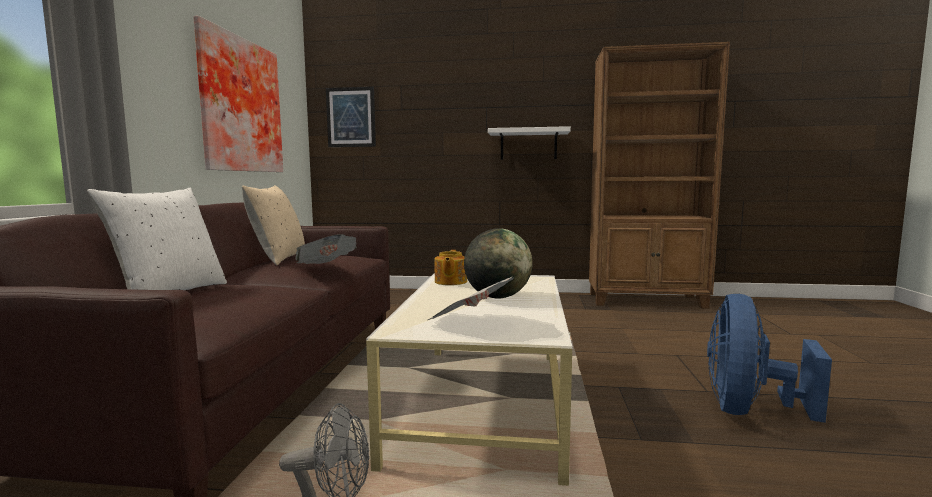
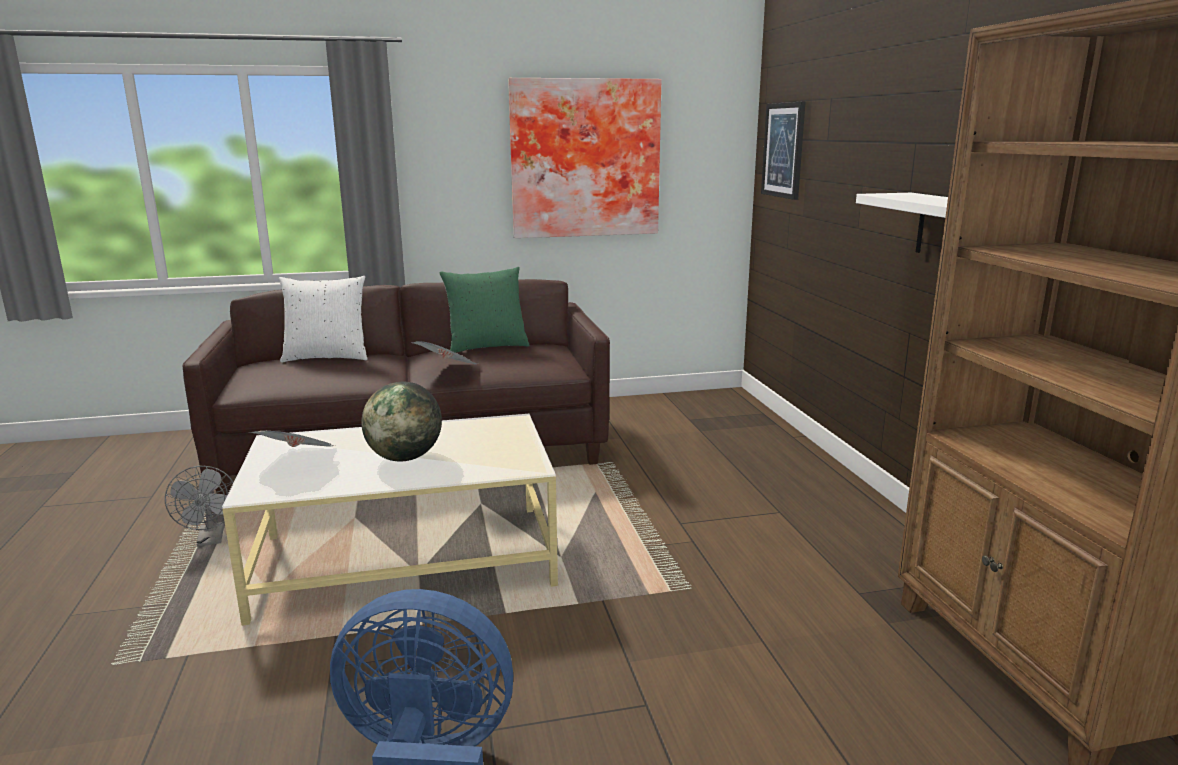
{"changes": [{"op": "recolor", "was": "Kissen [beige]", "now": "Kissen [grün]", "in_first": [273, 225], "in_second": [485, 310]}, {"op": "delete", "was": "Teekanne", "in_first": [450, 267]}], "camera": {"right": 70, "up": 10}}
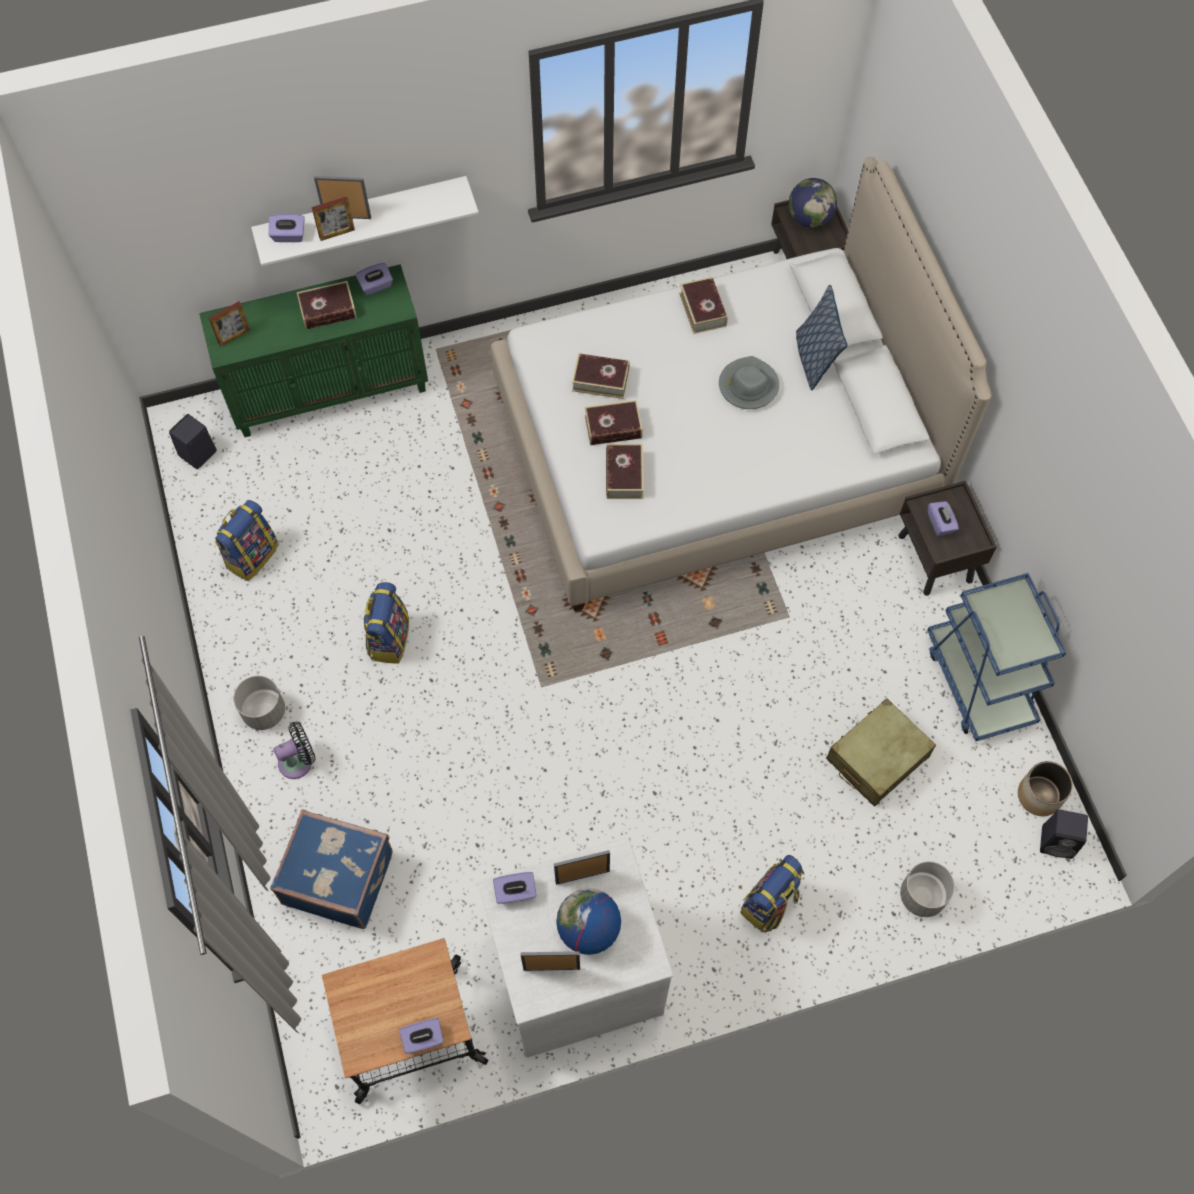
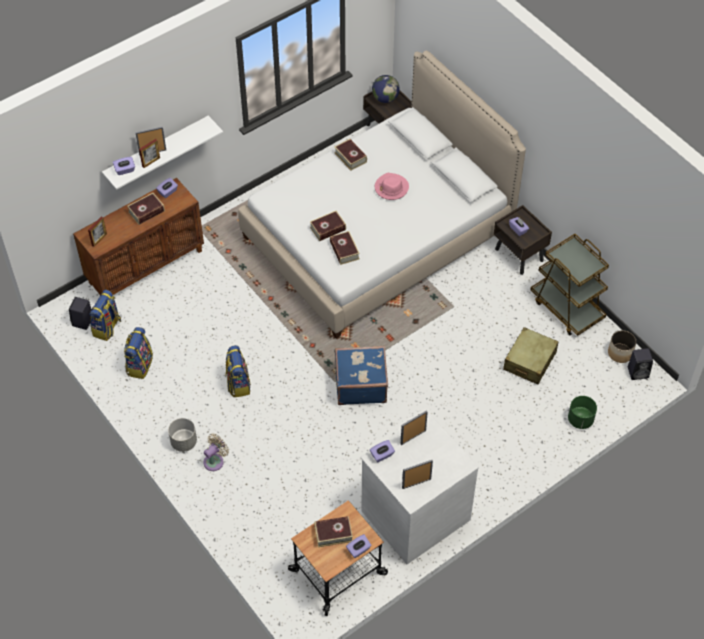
{"changes": [{"op": "recolor", "was": "Schrank [grün]", "now": "Schrank [braun]", "in_first": [313, 350], "in_second": [138, 236]}, {"op": "delete", "was": "Kissen", "in_first": [821, 337]}, {"op": "move", "was": "Buch", "in_first": [600, 376], "in_second": [333, 531]}, {"op": "recolor", "was": "Hut [grau]", "now": "Hut [rosa]", "in_first": [749, 382], "in_second": [392, 186]}, {"op": "recolor", "was": "Rollwagen [blau]", "now": "Rollwagen [braun]", "in_first": [996, 657], "in_second": [569, 285]}, {"op": "recolor", "was": "Ventilator [schwarz]", "now": "Ventilator [beige]", "in_first": [294, 750], "in_second": [216, 452]}, {"op": "move", "was": "Koffer [blau]", "in_first": [331, 869], "in_second": [361, 375]}, {"op": "move", "was": "Rucksack", "in_first": [772, 893], "in_second": [105, 315]}, {"op": "recolor", "was": "Pflanzkübel [grau]", "now": "Pflanzkübel [grün]", "in_first": [927, 889], "in_second": [582, 412]}, {"op": "delete", "was": "Globus", "in_first": [588, 921]}], "camera": {"right": -20, "up": -10}}
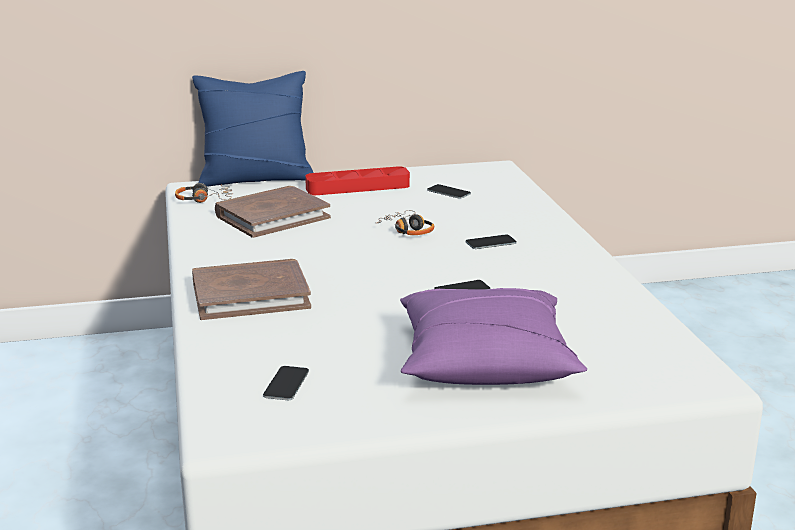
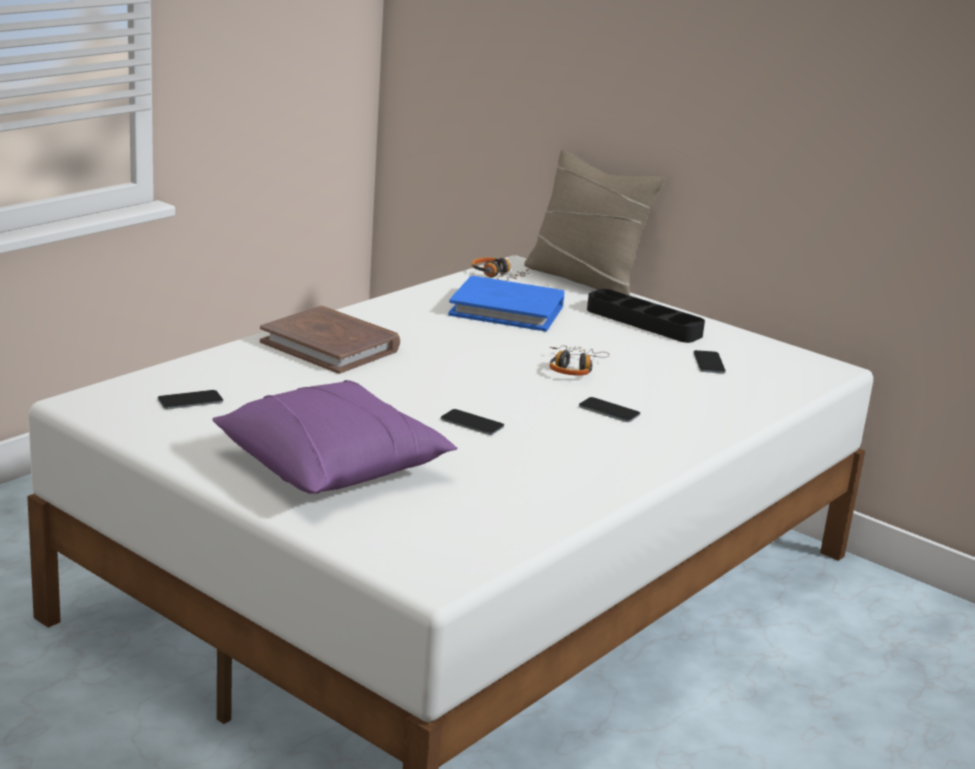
{"changes": [{"op": "recolor", "was": "Kissen [blau]", "now": "Kissen [beige]", "in_first": [252, 129], "in_second": [594, 223]}, {"op": "recolor", "was": "Tablett [rot]", "now": "Tablett [schwarz]", "in_first": [357, 181], "in_second": [646, 316]}, {"op": "recolor", "was": "Buch [braun]", "now": "Buch [blau]", "in_first": [273, 212], "in_second": [506, 303]}], "camera": {"right": 50, "up": 0}}
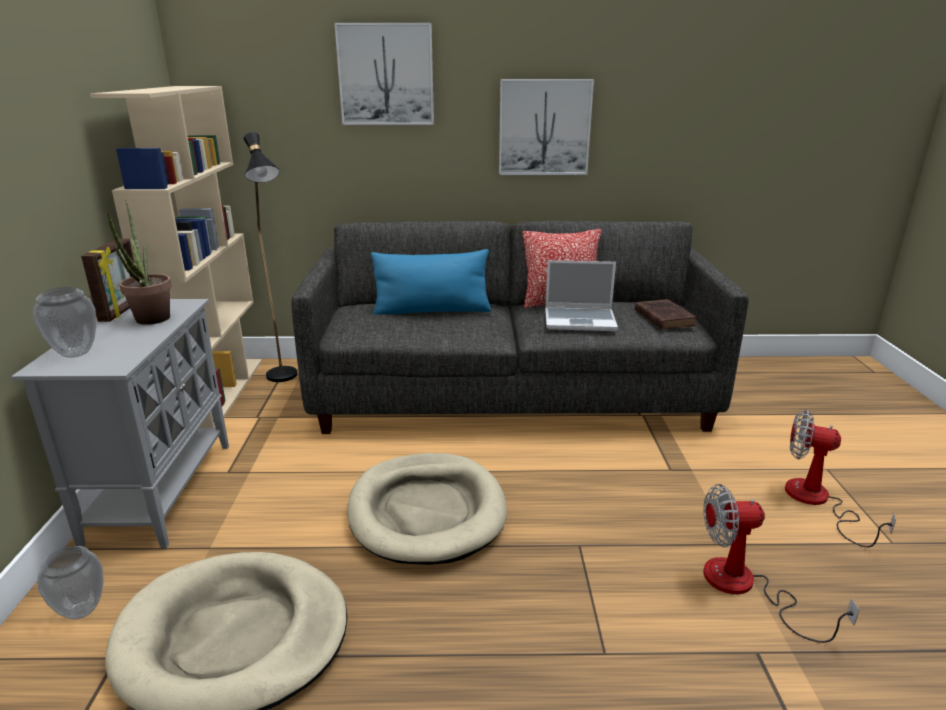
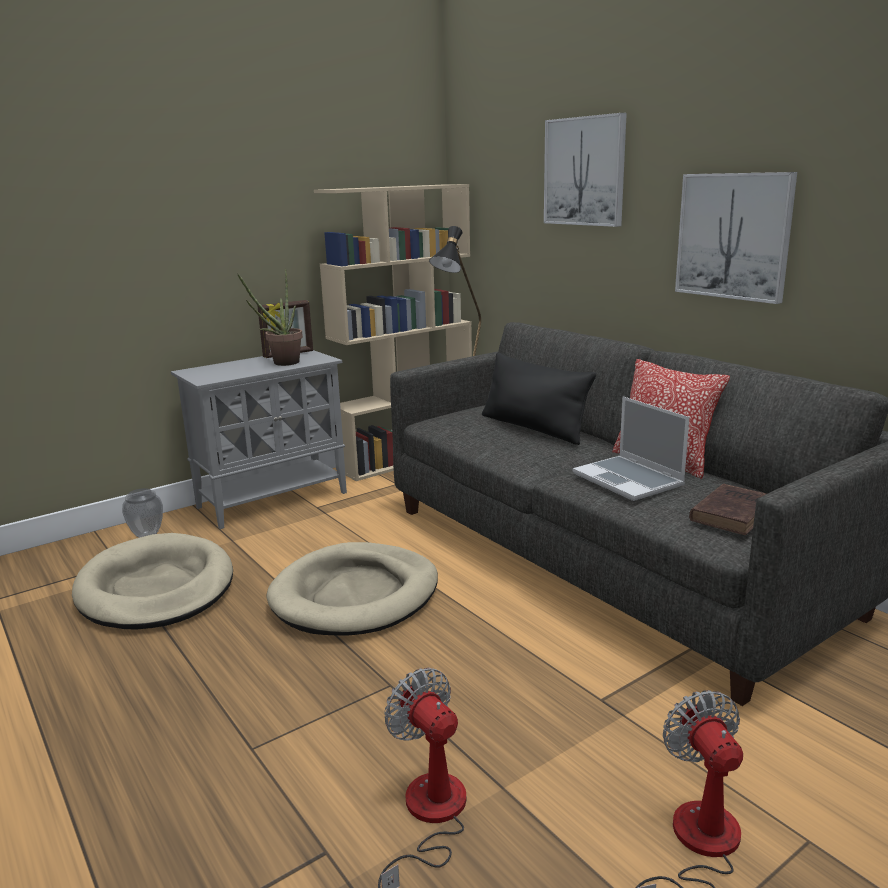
{"changes": [{"op": "recolor", "was": "Kissen [blau]", "now": "Kissen [schwarz]", "in_first": [431, 282], "in_second": [539, 398]}, {"op": "delete", "was": "Vase", "in_first": [65, 322]}], "camera": {"right": 55, "up": -5}}
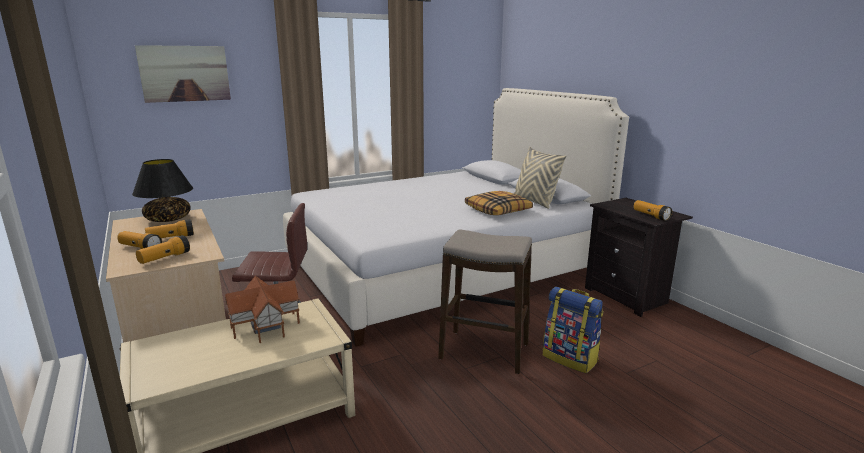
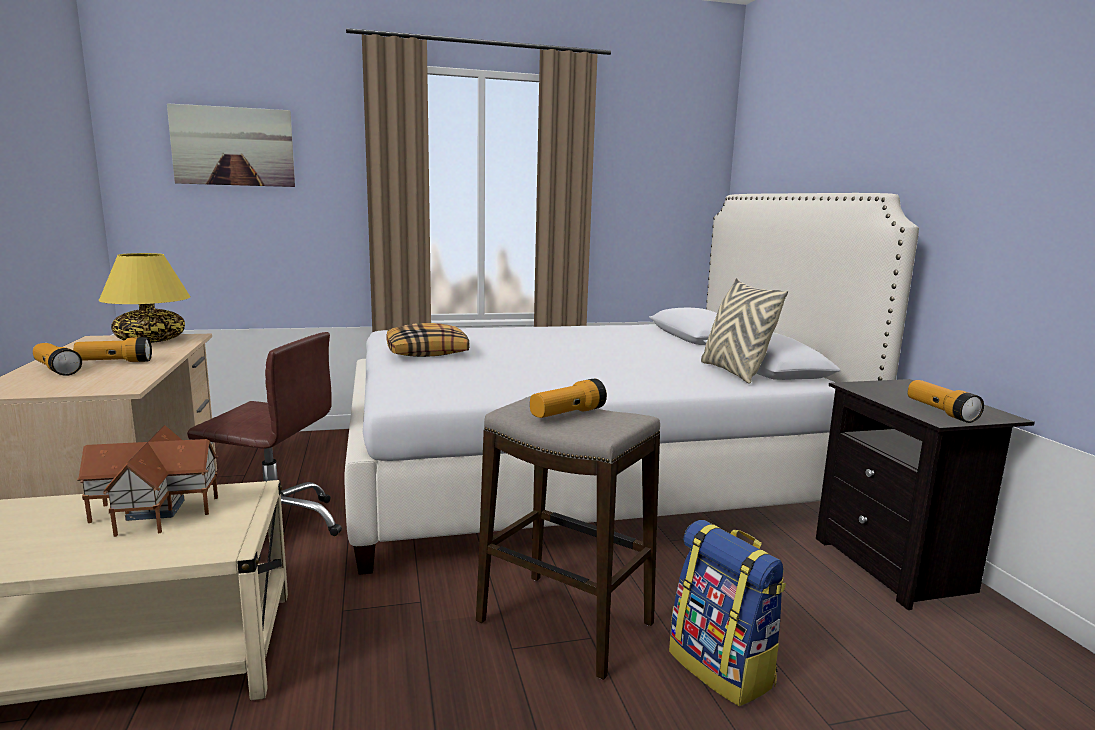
{"changes": [{"op": "recolor", "was": "Tischlampe [schwarz]", "now": "Tischlampe [gelb]", "in_first": [162, 190], "in_second": [145, 298]}, {"op": "move", "was": "Kissen", "in_first": [499, 203], "in_second": [428, 340]}, {"op": "move", "was": "Taschenlampe", "in_first": [163, 249], "in_second": [568, 398]}], "camera": {"right": 15, "up": -5}}
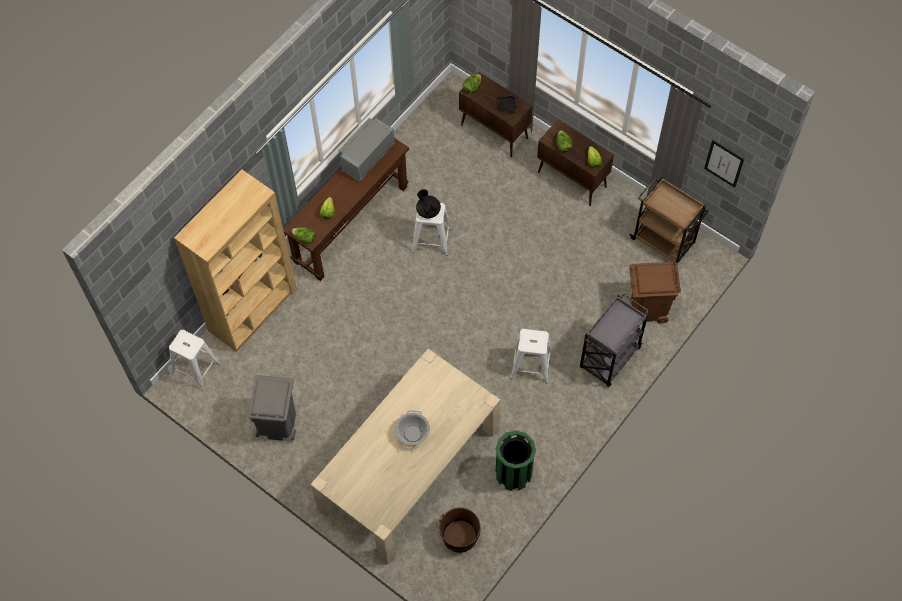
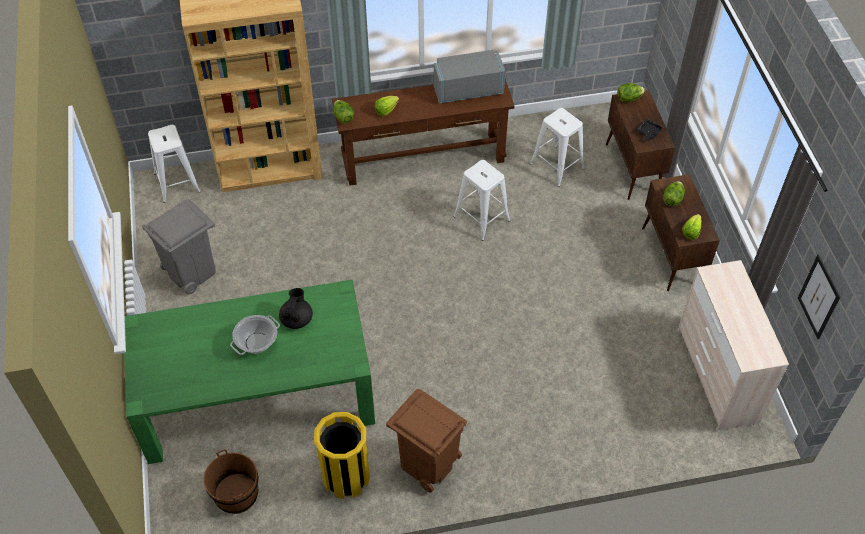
{"changes": [{"op": "replace", "was": "Rollwagen [braun]", "now": "Kommode [beige]", "in_first": [669, 220], "in_second": [733, 345]}, {"op": "move", "was": "Teekanne [schwarz]", "in_first": [428, 204], "in_second": [296, 308]}, {"op": "move", "was": "Mülleimer [braun]", "in_first": [655, 292], "in_second": [426, 441]}, {"op": "delete", "was": "Rollwagen [grau]", "in_first": [614, 340]}, {"op": "move", "was": "Hocker [weiß]", "in_first": [531, 356], "in_second": [557, 147]}, {"op": "recolor", "was": "Esstisch [beige]", "now": "Esstisch [grün]", "in_first": [405, 456], "in_second": [249, 372]}, {"op": "recolor", "was": "Mülleimer [grün]", "now": "Mülleimer [gelb]", "in_first": [515, 460], "in_second": [342, 455]}], "camera": {"right": 40, "up": -10}}
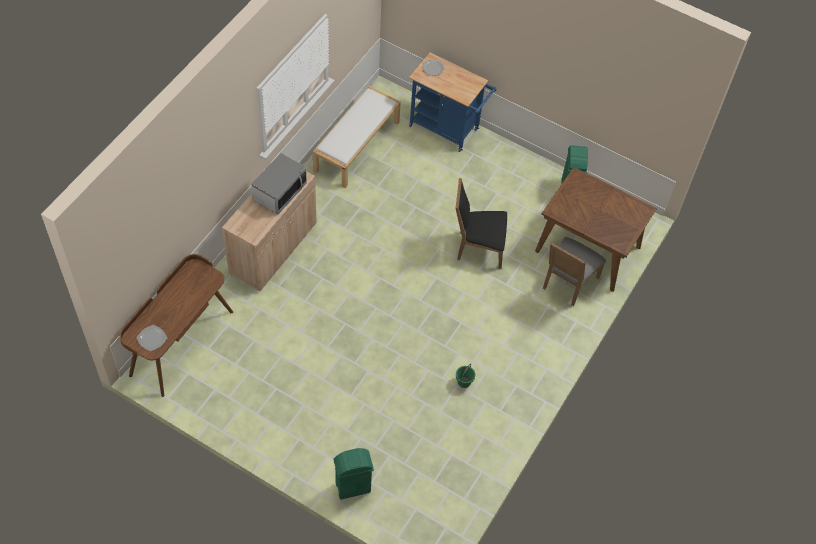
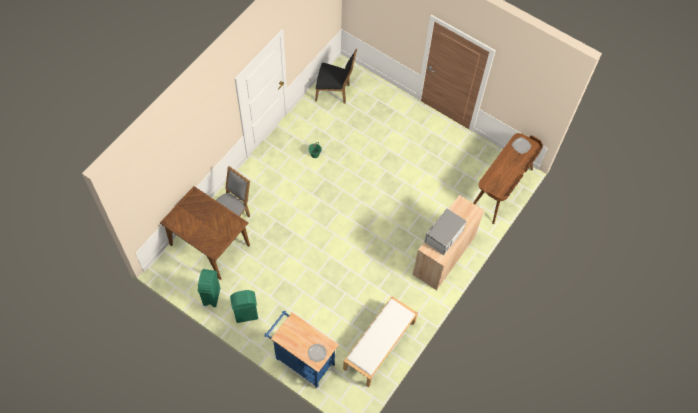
{"changes": [{"op": "move", "was": "Stuhl [schwarz]", "in_first": [481, 223], "in_second": [336, 76]}, {"op": "move", "was": "Mülleimer [grün]", "in_first": [353, 474], "in_second": [244, 306]}], "camera": {"right": -175, "up": 5}}
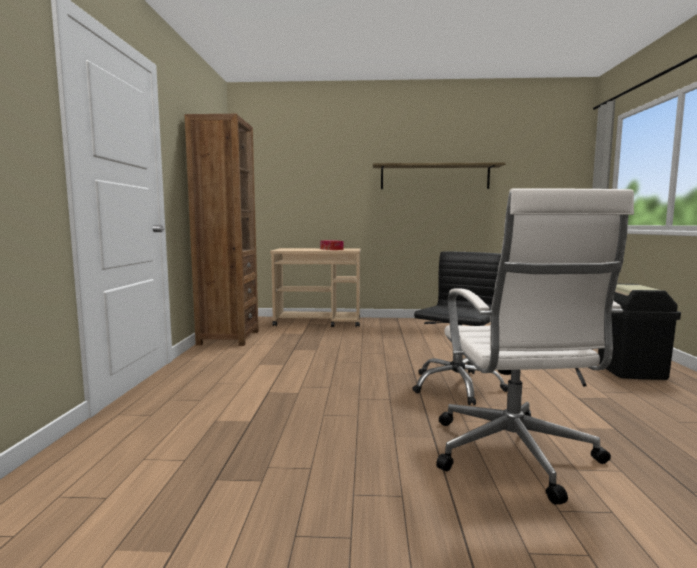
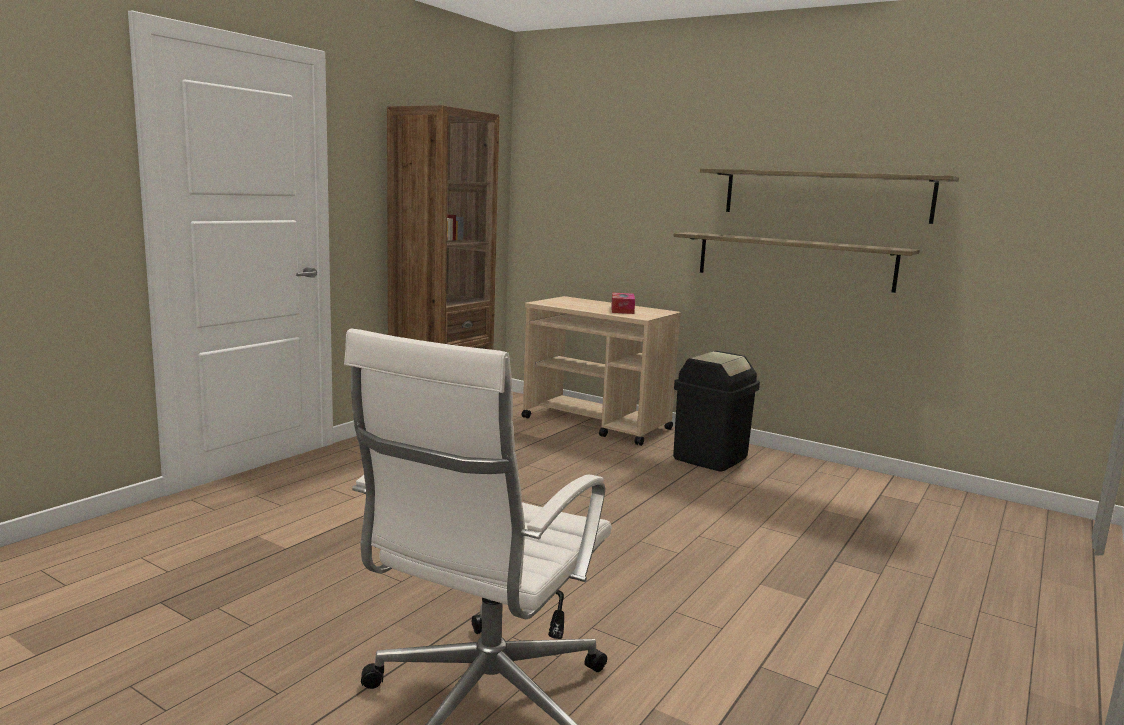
{"changes": [{"op": "delete", "was": "Bürostuhl [schwarz]", "in_first": [460, 328]}, {"op": "move", "was": "Mülleimer [schwarz]", "in_first": [639, 332], "in_second": [716, 411]}, {"op": "insert", "now": "Wandregal", "in_second": [796, 262]}], "camera": {"right": 30, "up": 5}}
